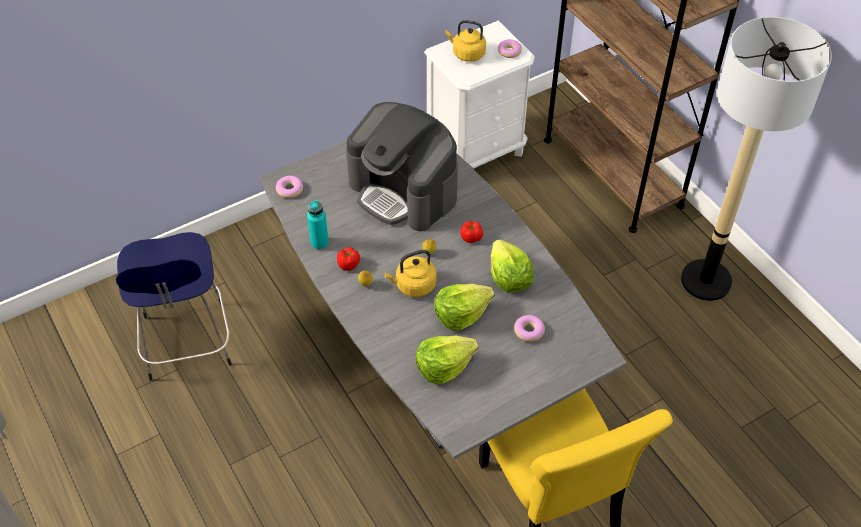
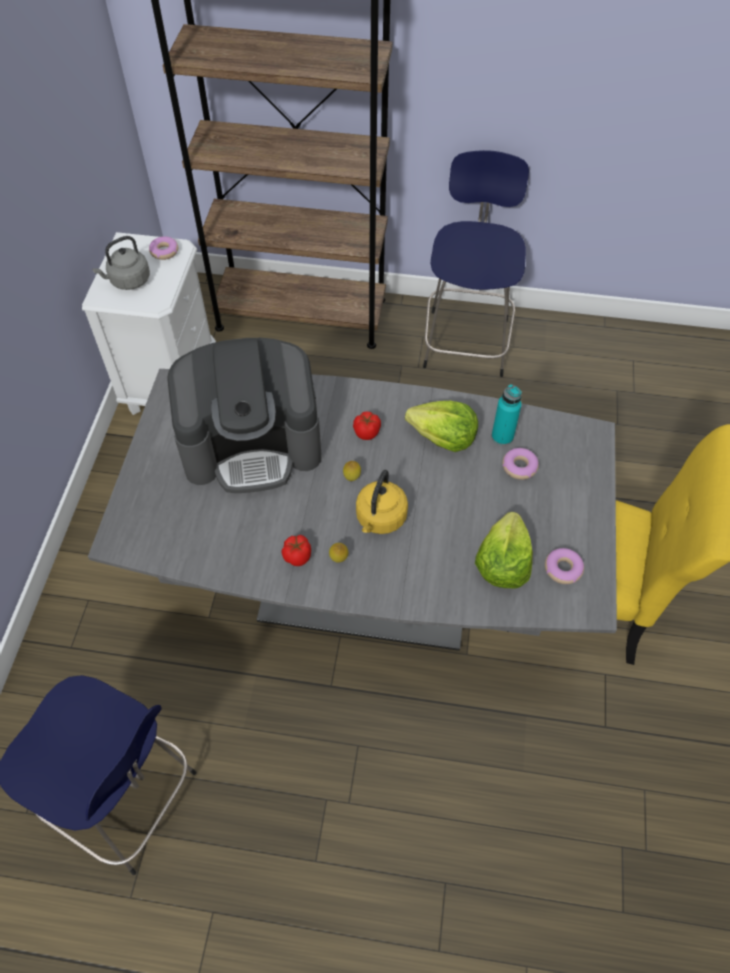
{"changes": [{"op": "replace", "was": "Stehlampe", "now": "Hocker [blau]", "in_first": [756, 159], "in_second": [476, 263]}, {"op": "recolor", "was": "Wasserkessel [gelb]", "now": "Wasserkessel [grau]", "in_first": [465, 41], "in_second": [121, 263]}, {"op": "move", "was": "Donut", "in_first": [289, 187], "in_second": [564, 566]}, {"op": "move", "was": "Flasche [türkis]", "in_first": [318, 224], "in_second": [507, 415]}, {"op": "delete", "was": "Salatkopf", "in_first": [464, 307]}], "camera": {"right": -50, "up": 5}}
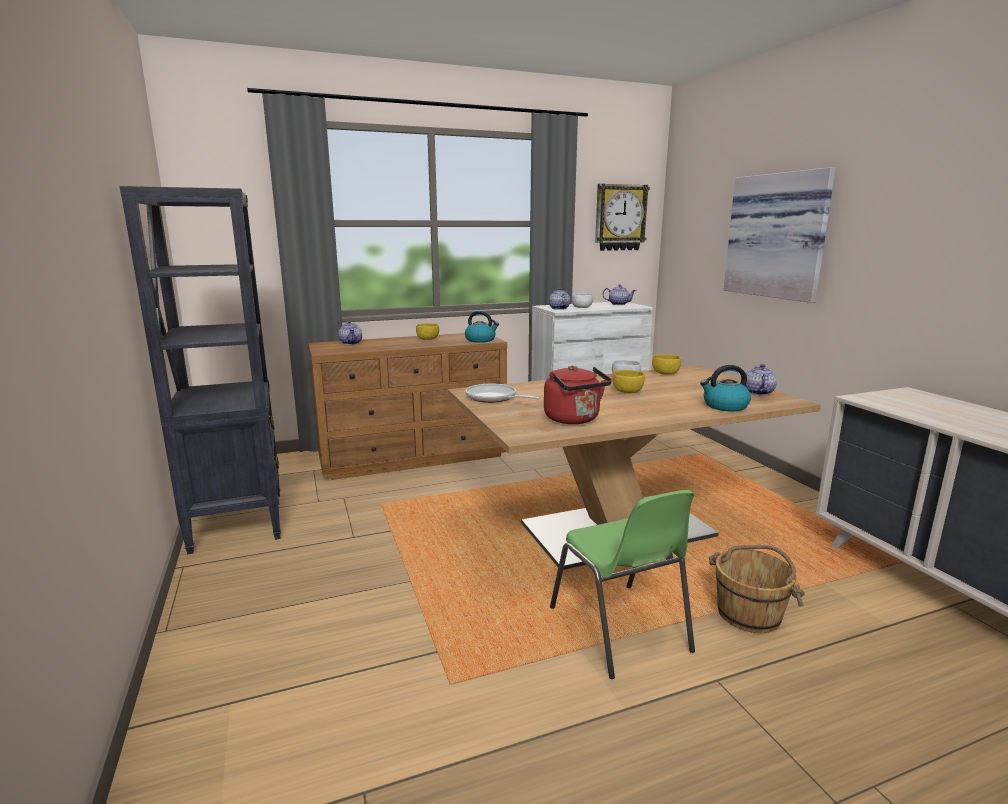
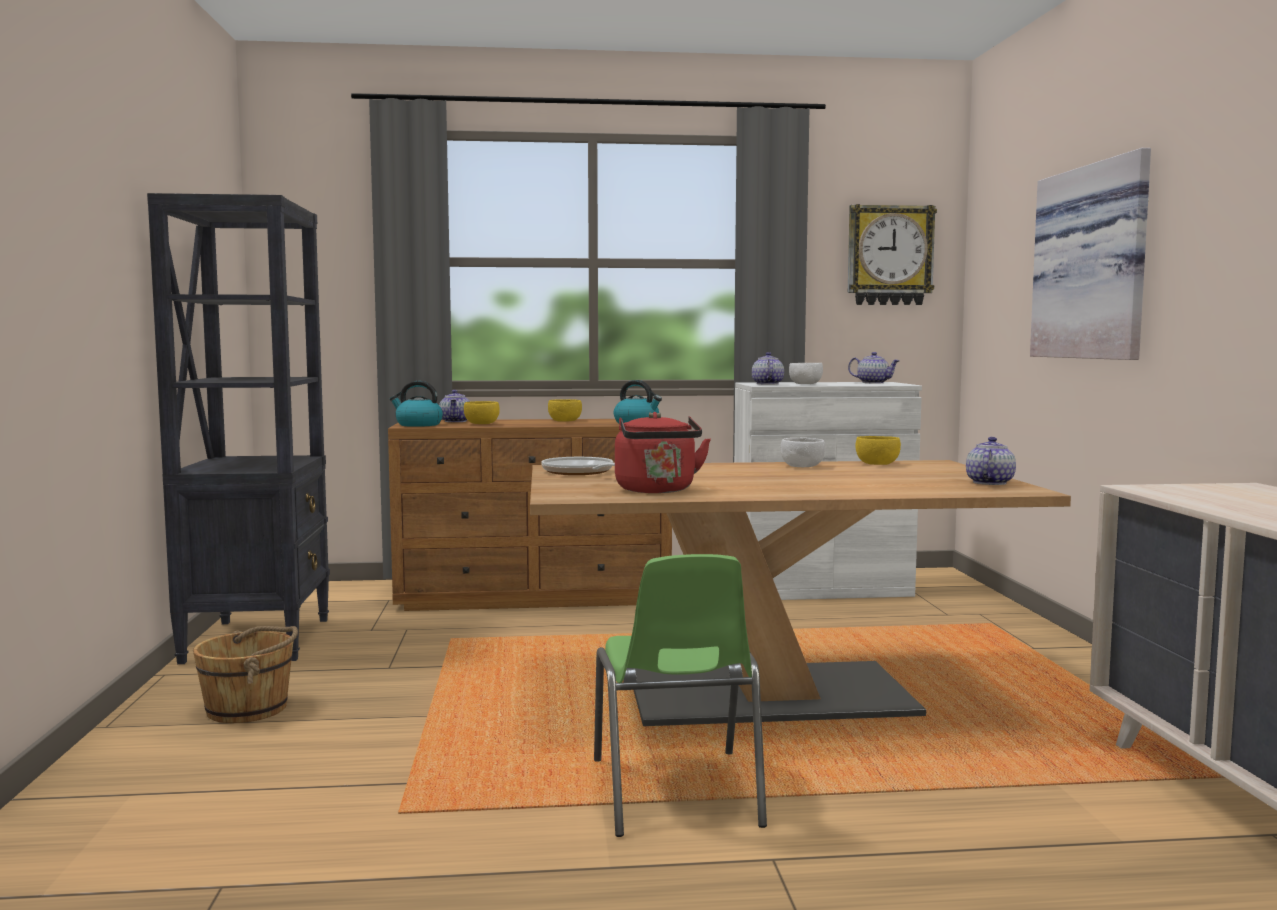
{"changes": [{"op": "move", "was": "Wasserkessel", "in_first": [725, 388], "in_second": [416, 404]}, {"op": "move", "was": "Schüssel [gelb]", "in_first": [628, 381], "in_second": [482, 412]}, {"op": "move", "was": "Eimer [braun]", "in_first": [757, 589], "in_second": [245, 674]}], "camera": {"right": 15, "up": -10}}
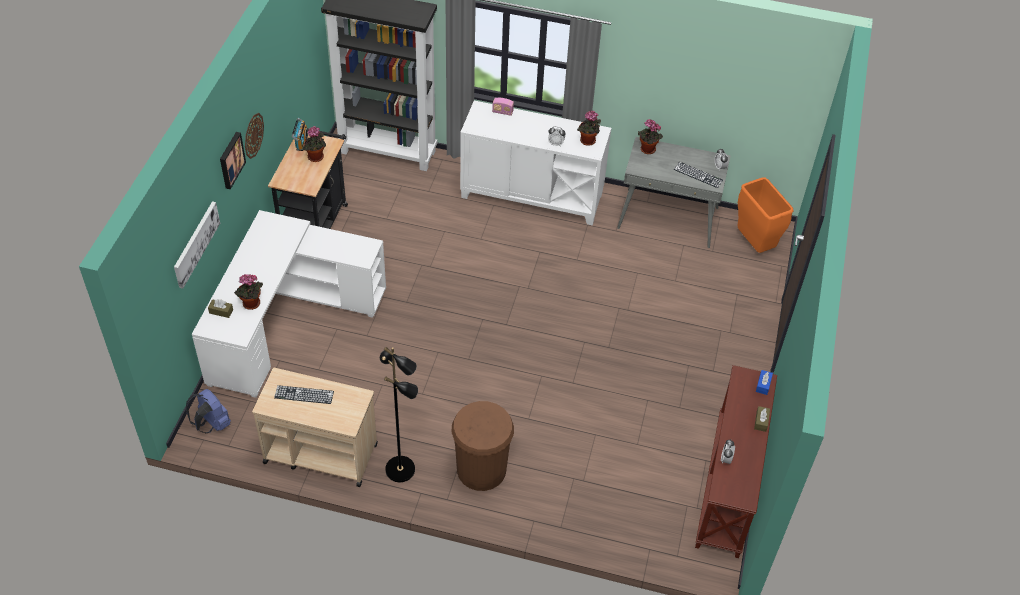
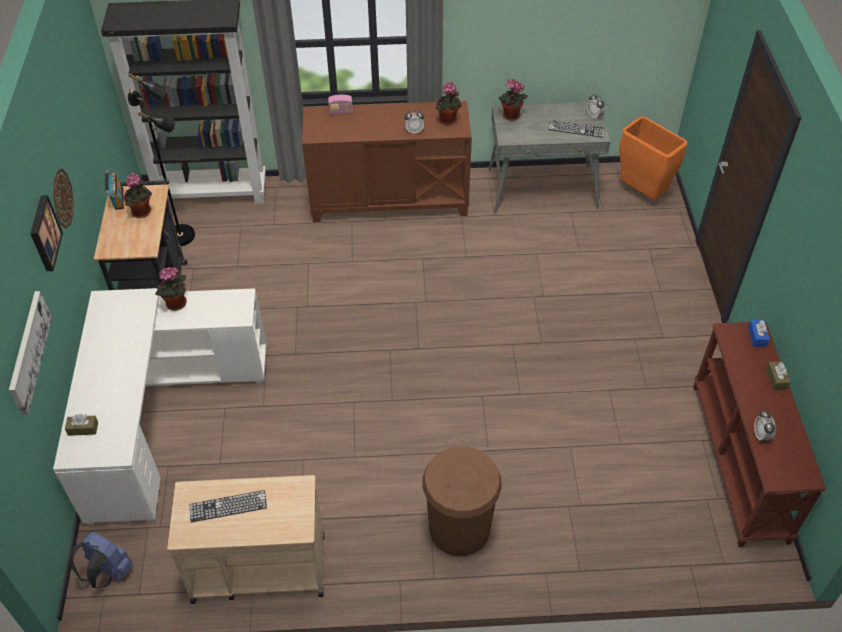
{"changes": [{"op": "recolor", "was": "Schrank [weiß]", "now": "Schrank [braun]", "in_first": [535, 163], "in_second": [387, 161]}, {"op": "move", "was": "Topfpflanze", "in_first": [248, 292], "in_second": [171, 289]}, {"op": "move", "was": "Stehlampe [schwarz]", "in_first": [399, 414], "in_second": [161, 159]}], "camera": {"right": -15, "up": 0}}
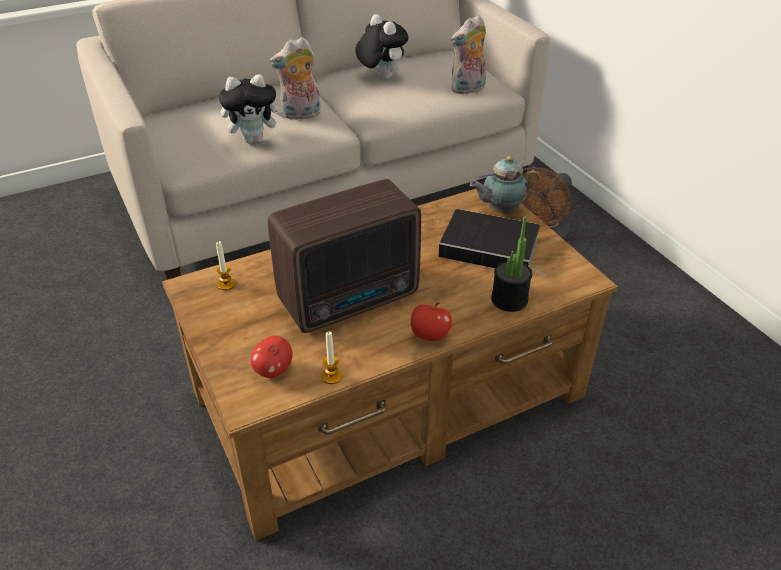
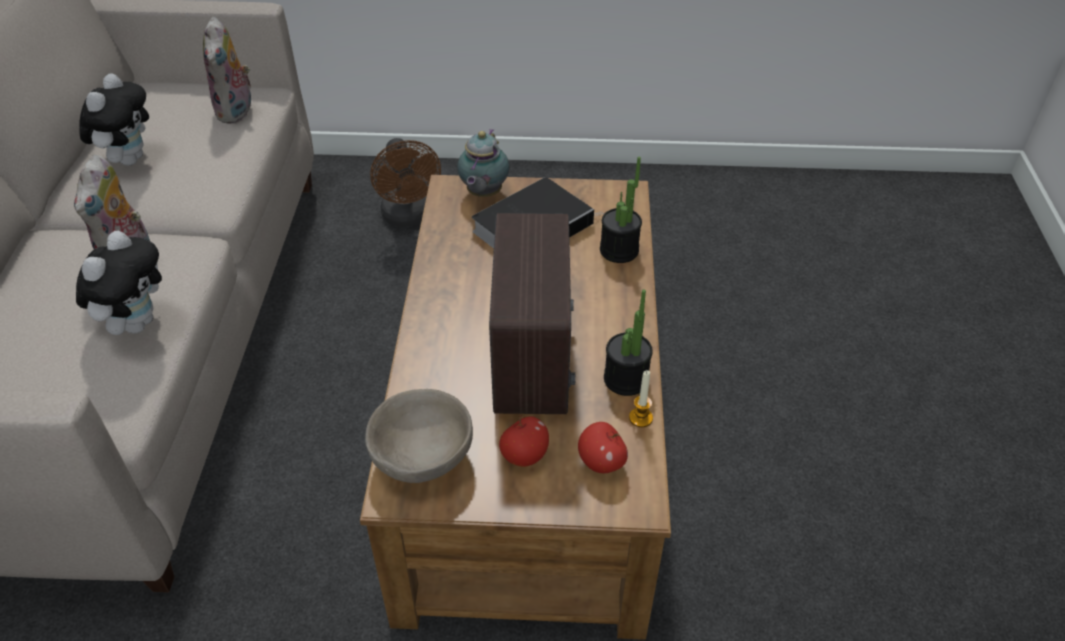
{"changes": [{"op": "rotate", "was": "Plüschtier", "in_first": [382, 46], "in_second": [114, 119], "clockwise": 105}, {"op": "replace", "was": "Kerze", "now": "Schüssel [beige]", "in_first": [226, 265], "in_second": [419, 436]}, {"op": "move", "was": "Apfel", "in_first": [431, 321], "in_second": [524, 441]}, {"op": "insert", "now": "Topfpflanze", "in_second": [628, 343]}], "camera": {"right": -60, "up": 5}}
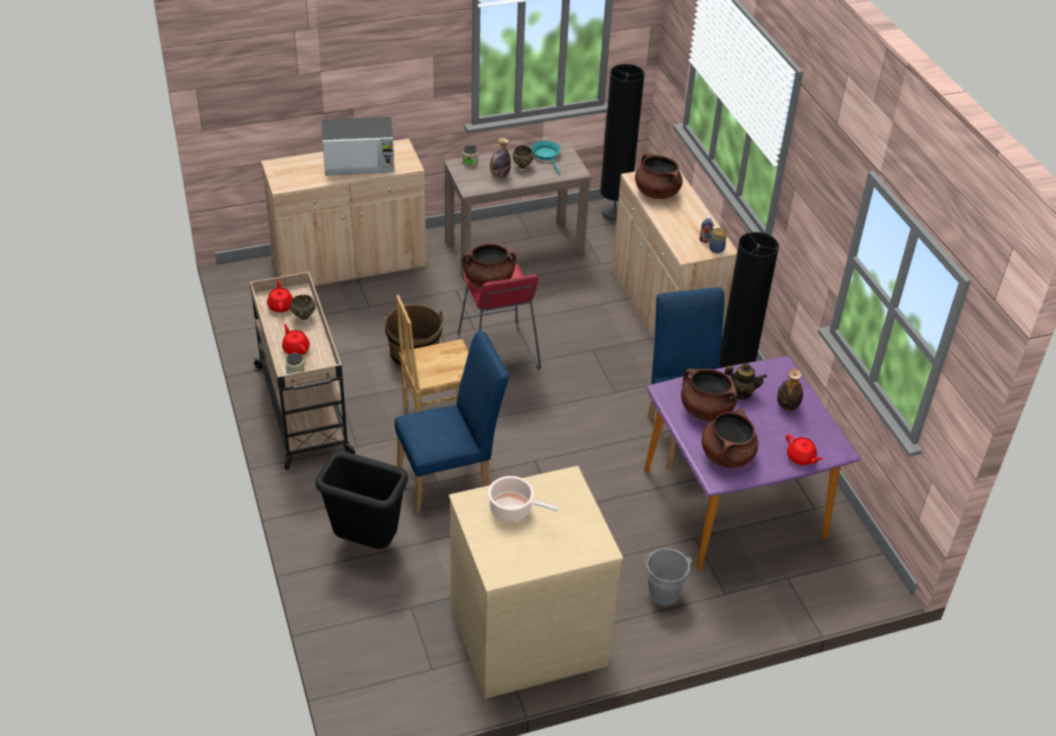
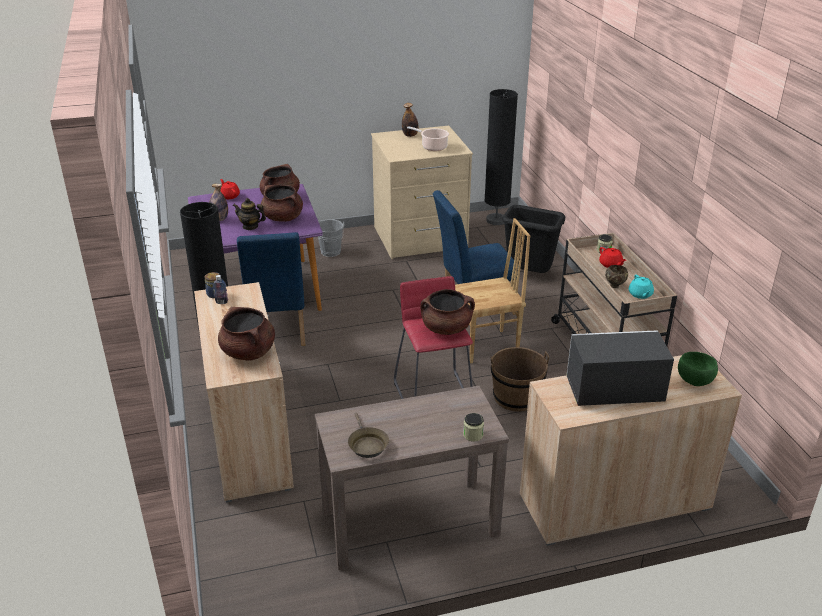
{"changes": [{"op": "move", "was": "Stehlampe [schwarz]", "in_first": [622, 142], "in_second": [501, 157]}, {"op": "move", "was": "Flasche", "in_first": [500, 158], "in_second": [410, 120]}, {"op": "recolor", "was": "Pfanne [türkis]", "now": "Pfanne [braun]", "in_first": [546, 157], "in_second": [368, 435]}, {"op": "delete", "was": "Schüssel [braun]", "in_first": [523, 157]}, {"op": "recolor", "was": "Teekanne [rot]", "now": "Teekanne [türkis]", "in_first": [280, 296], "in_second": [641, 287]}, {"op": "insert", "now": "Schüssel [grün]", "in_second": [698, 369]}], "camera": {"right": -175, "up": -10}}
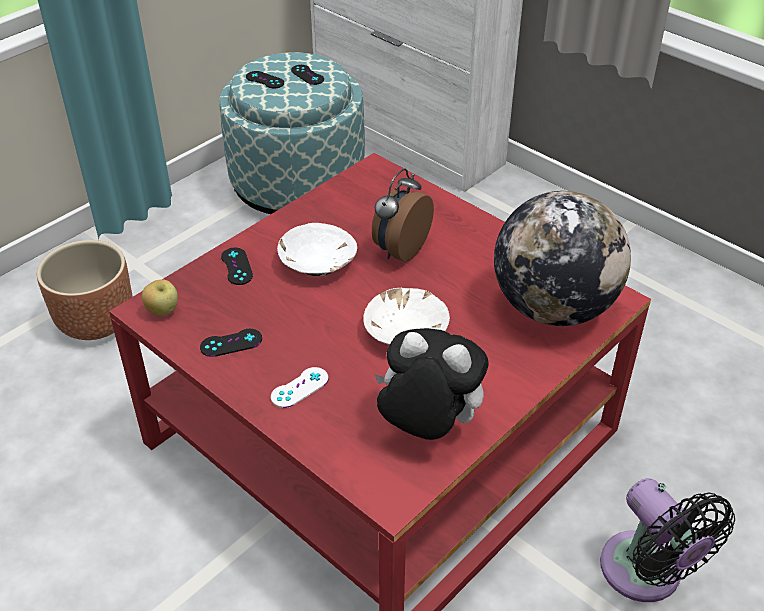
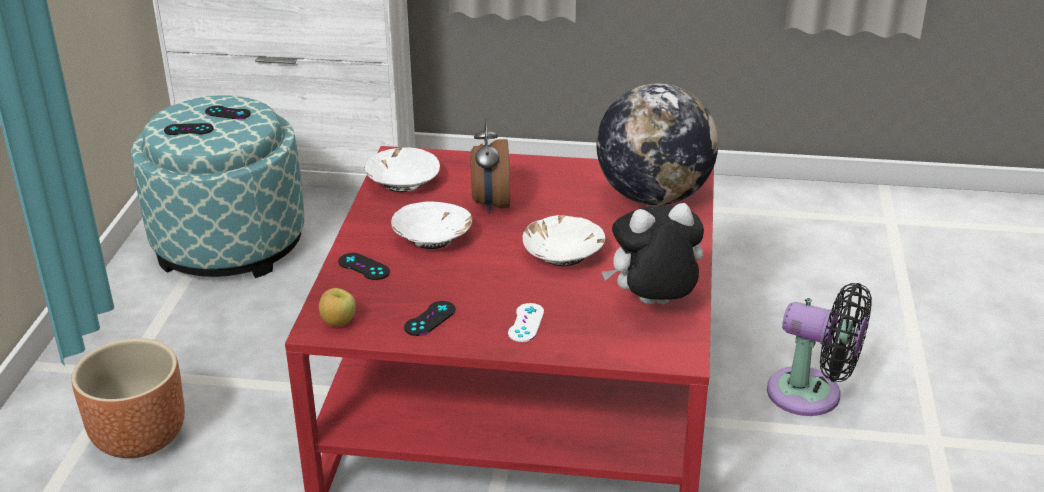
{"changes": [{"op": "insert", "now": "Schüssel [weiß]", "in_second": [402, 170]}], "camera": {"right": -35, "up": -10}}
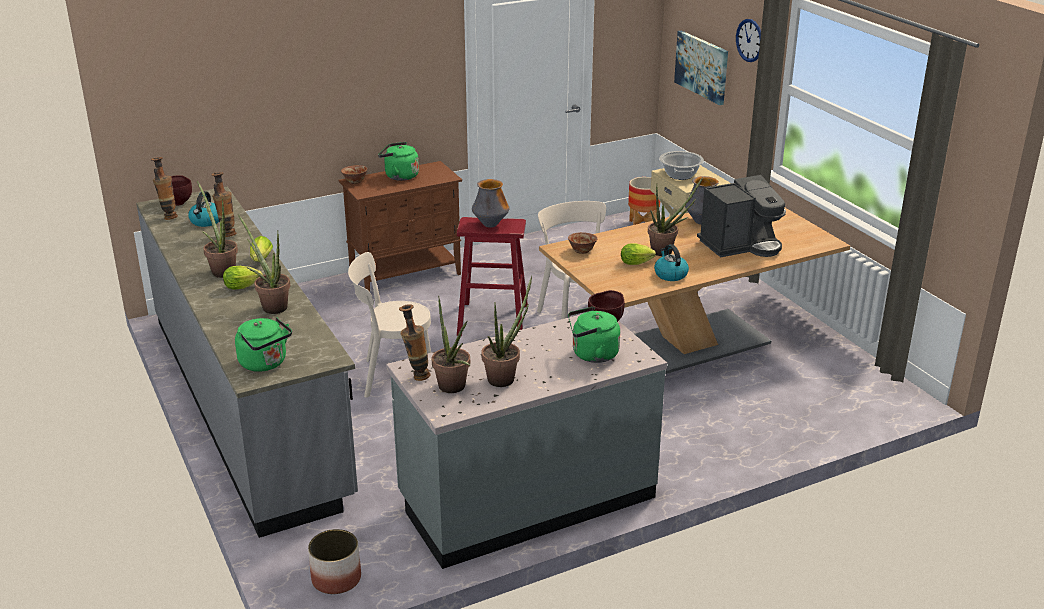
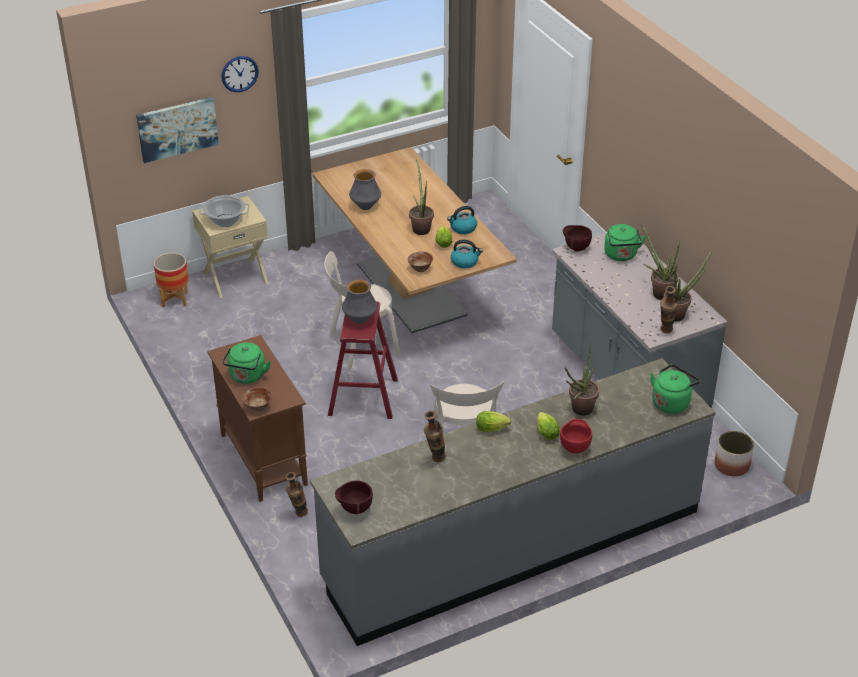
{"changes": [{"op": "move", "was": "Vase", "in_first": [164, 188], "in_second": [296, 494]}, {"op": "delete", "was": "Kaffeemaschine", "in_first": [741, 216]}, {"op": "delete", "was": "Topfpflanze", "in_first": [217, 229]}, {"op": "move", "was": "Wasserkessel", "in_first": [203, 209], "in_second": [467, 254]}, {"op": "insert", "now": "Schüssel [rot]", "in_second": [576, 436]}], "camera": {"right": -90, "up": 10}}
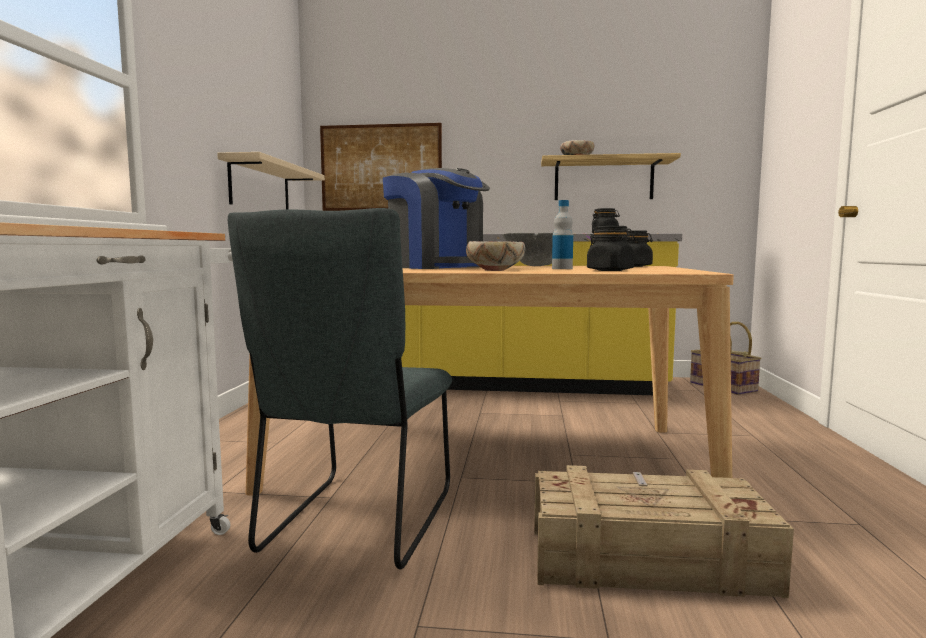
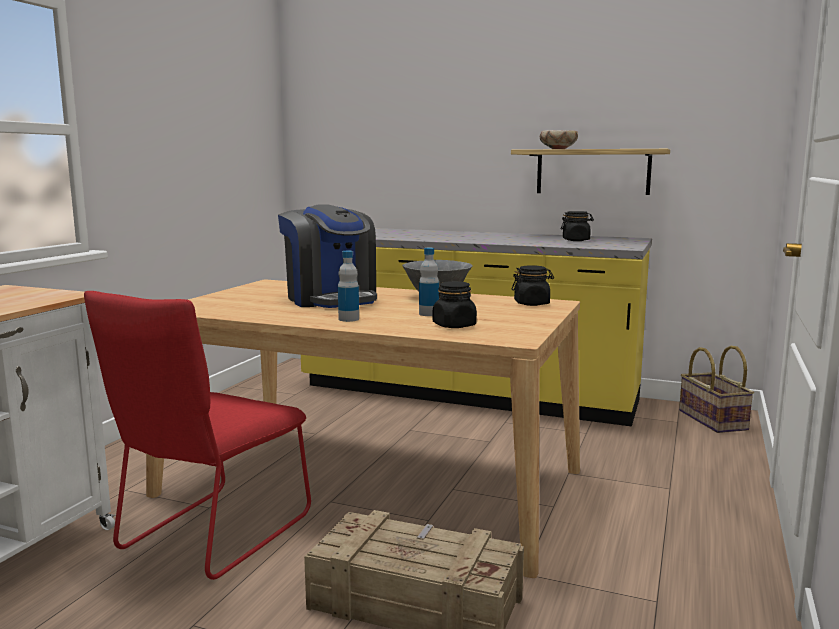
{"changes": [{"op": "delete", "was": "Bild", "in_first": [381, 167]}, {"op": "delete", "was": "Wandregal [beige]", "in_first": [271, 181]}, {"op": "recolor", "was": "Stuhl [grau]", "now": "Stuhl [rot]", "in_first": [340, 388], "in_second": [197, 435]}, {"op": "replace", "was": "Schüssel", "now": "Flasche", "in_first": [495, 256], "in_second": [348, 286]}], "camera": {"right": 15, "up": 5}}
